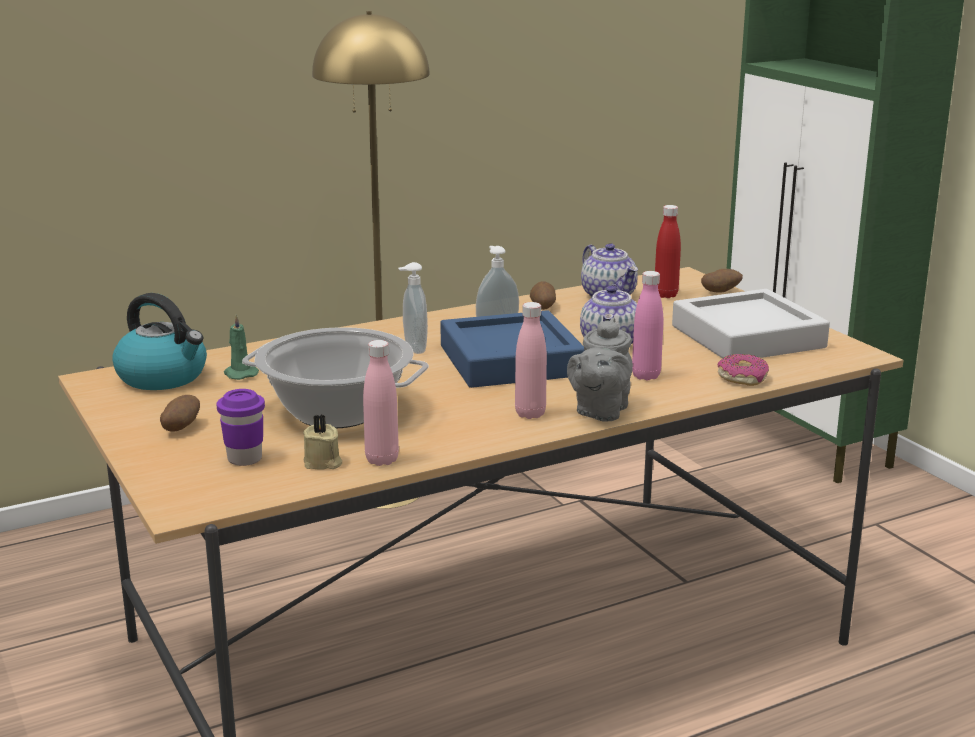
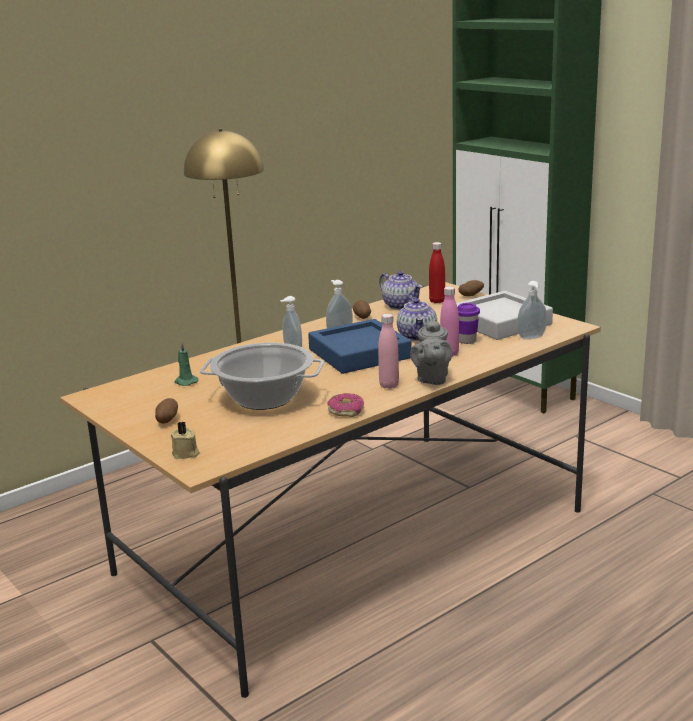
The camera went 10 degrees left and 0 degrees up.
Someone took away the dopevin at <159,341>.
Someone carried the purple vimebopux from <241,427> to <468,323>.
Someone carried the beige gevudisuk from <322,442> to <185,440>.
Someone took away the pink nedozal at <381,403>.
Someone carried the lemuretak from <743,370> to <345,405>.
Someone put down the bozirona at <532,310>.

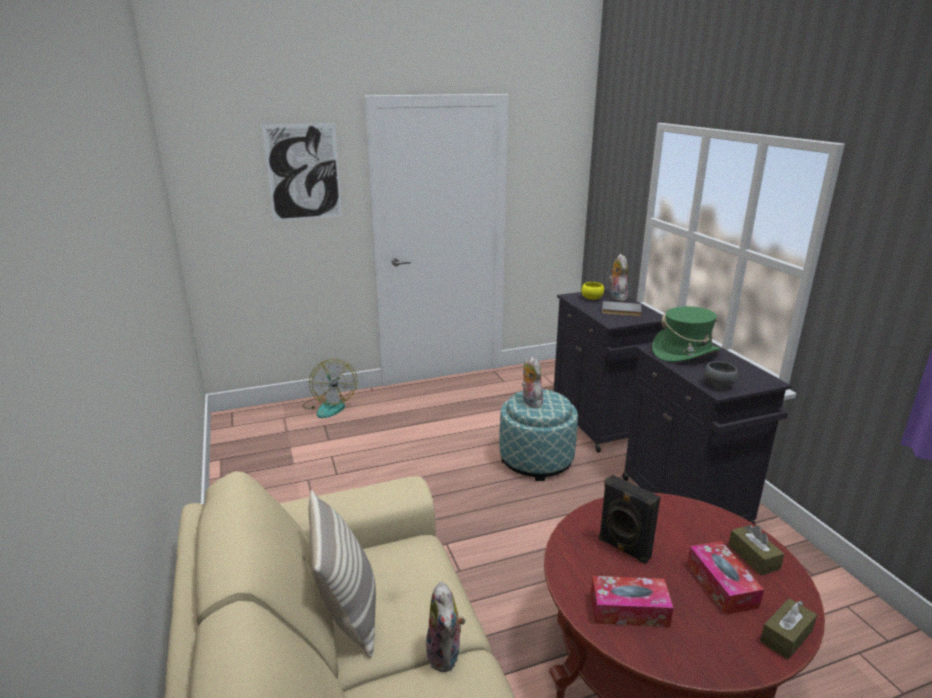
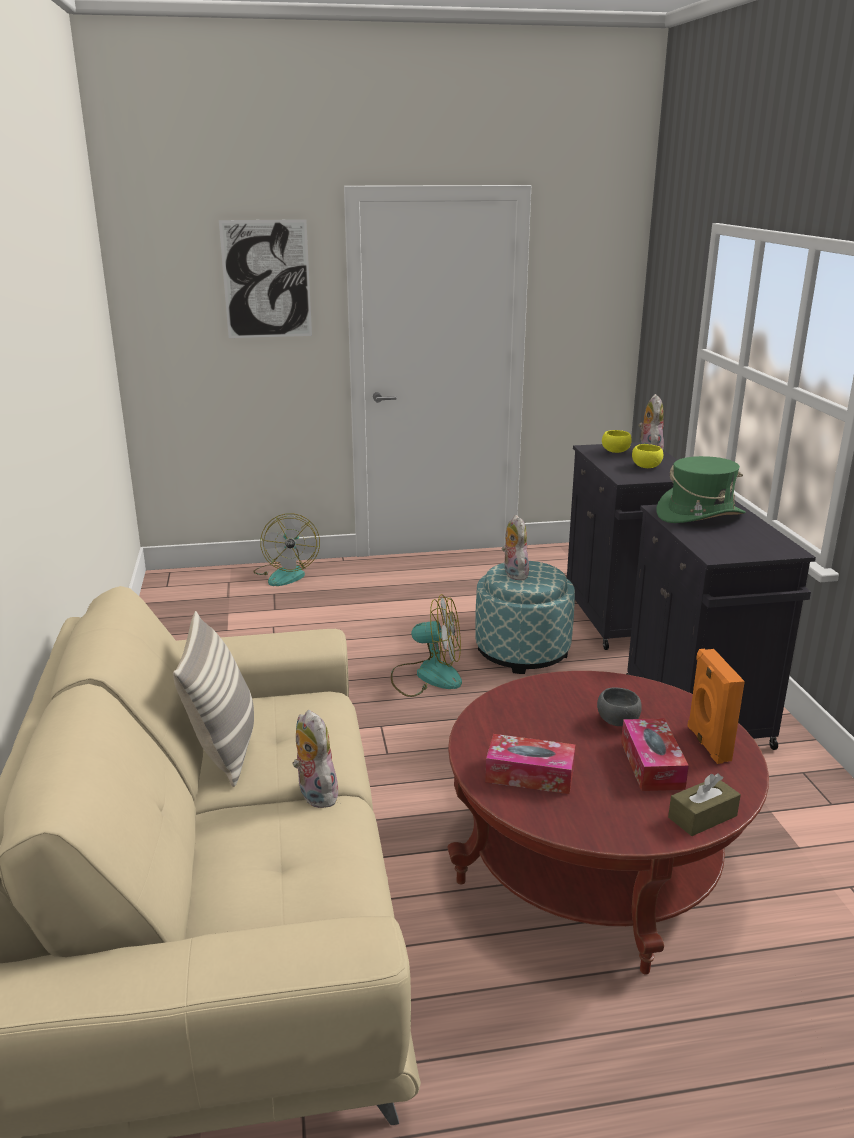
The camera went 10 degrees right and 0 degrees up.
Someone rotated the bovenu at <446,627> by 150 degrees clockwise.
Someone took away the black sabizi at <629,520>.
Someone swapped the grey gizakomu at <622,309> for the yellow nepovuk at <647,456>.
Someone carried the grey nepovuk from <721,375> to <619,707>.
Someone swapped the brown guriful at <756,550> for the orange sabizi at <716,706>.
Someone put down the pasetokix at <426,645>.

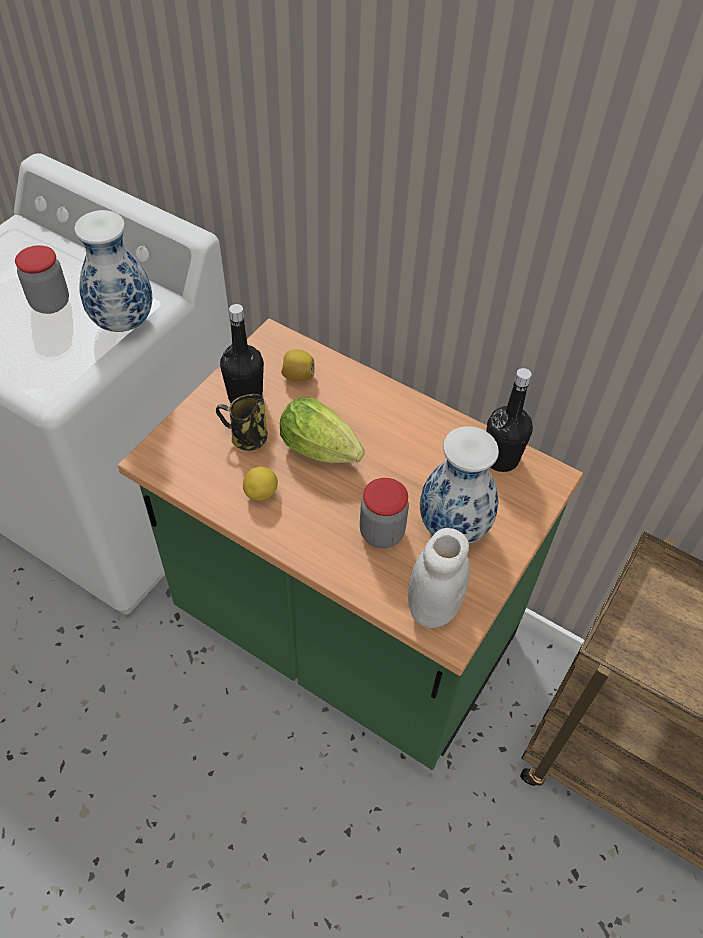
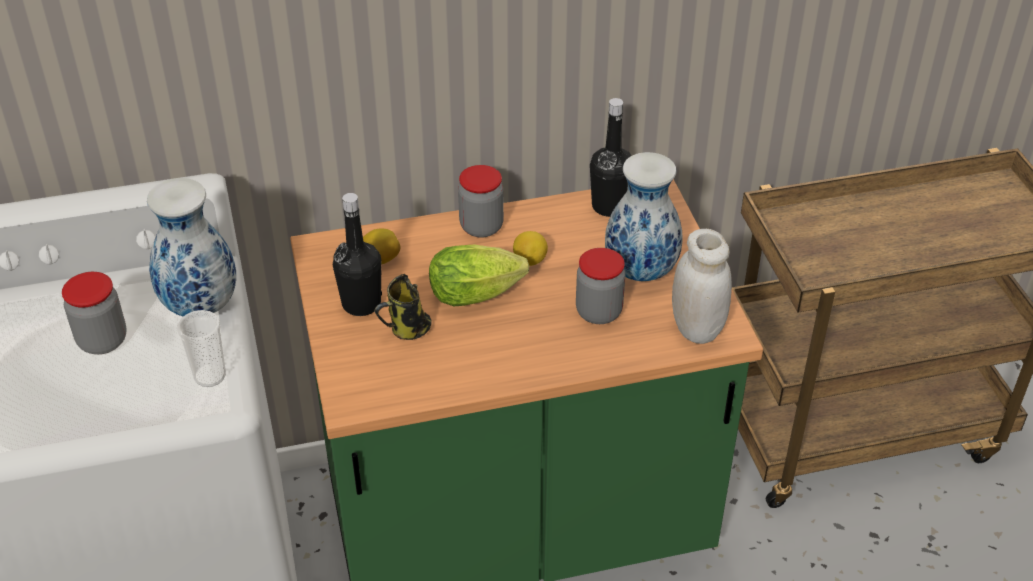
The camera went 45 degrees left and 10 degrees down.
Someone carried the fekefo from <260,484> to <530,248>.
Someone put down the vimebopux at <201,348>.
Someone put down the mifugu at <481,201>.

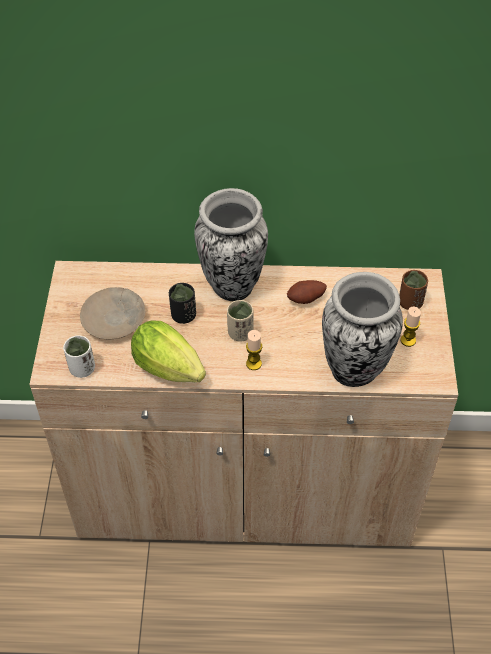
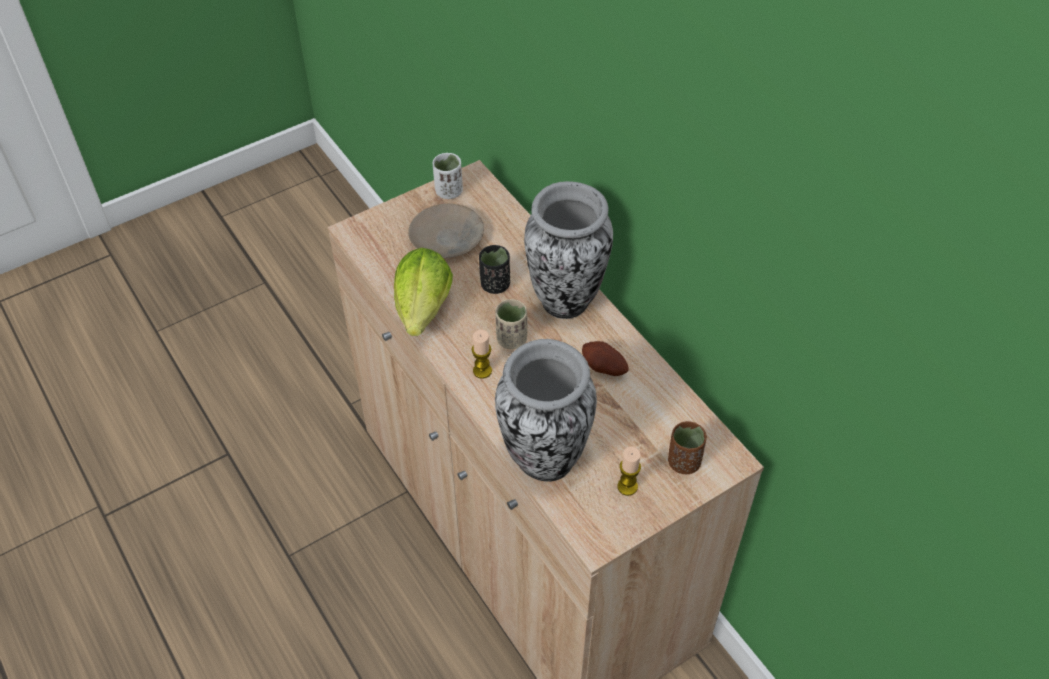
The camera went 55 degrees right and 0 degrees up.
Someone carried the white vimebopux from <79,356> to <448,176>.

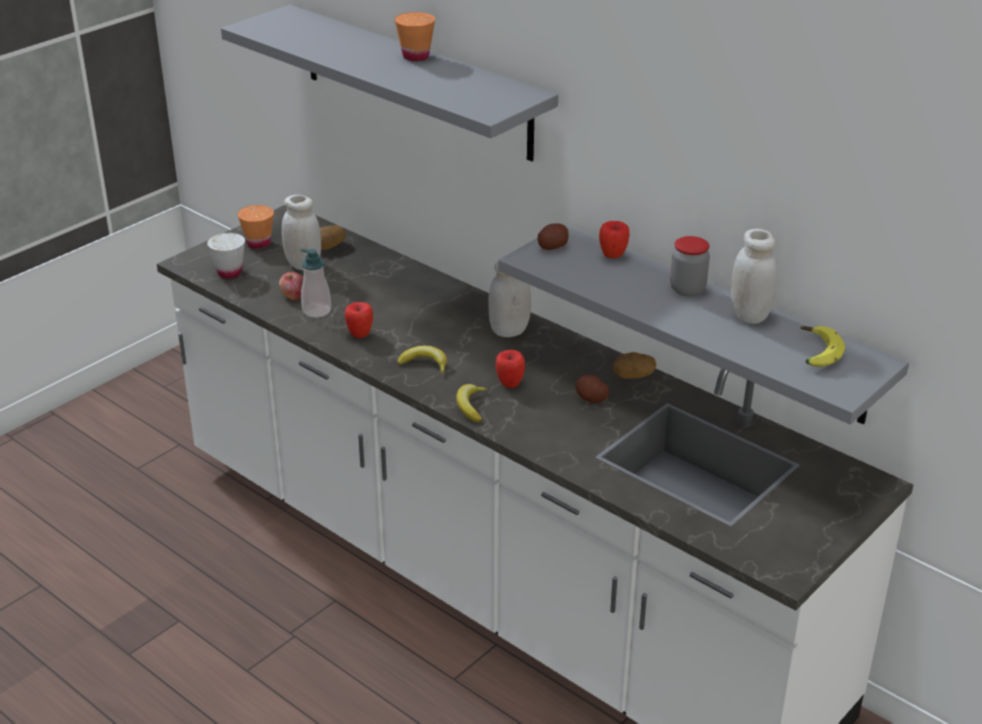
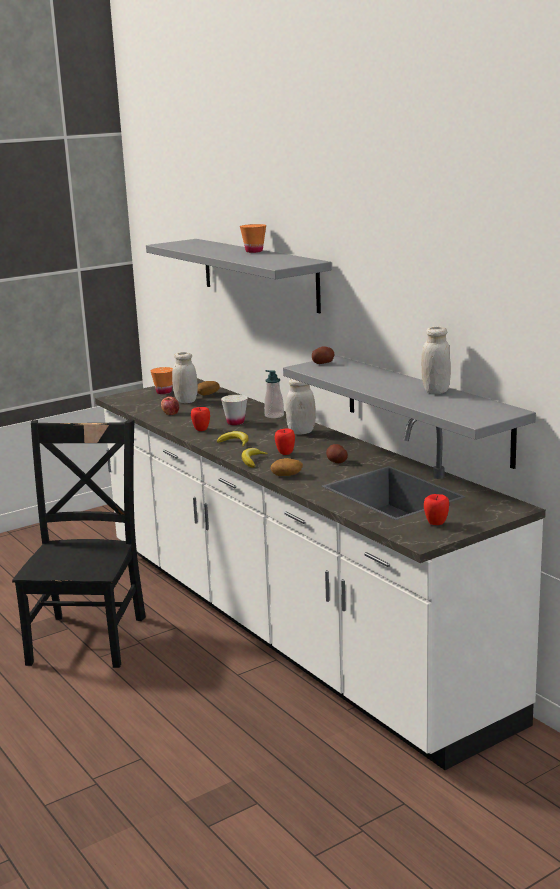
The camera went 15 degrees right and 15 degrees down.
Someone carried the white vimebopux from <226,255> to <234,410>.
Someone carried the bozirona from <316,283> to <274,394>.
Someone carried the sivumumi from <614,239> to <436,509>.
Someone carried the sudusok from <635,365> to <286,467>.
Someone took away the mifugu at <690,266>.
Someone took away the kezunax at <823,346>.
Someone put down the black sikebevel at <79,543>.

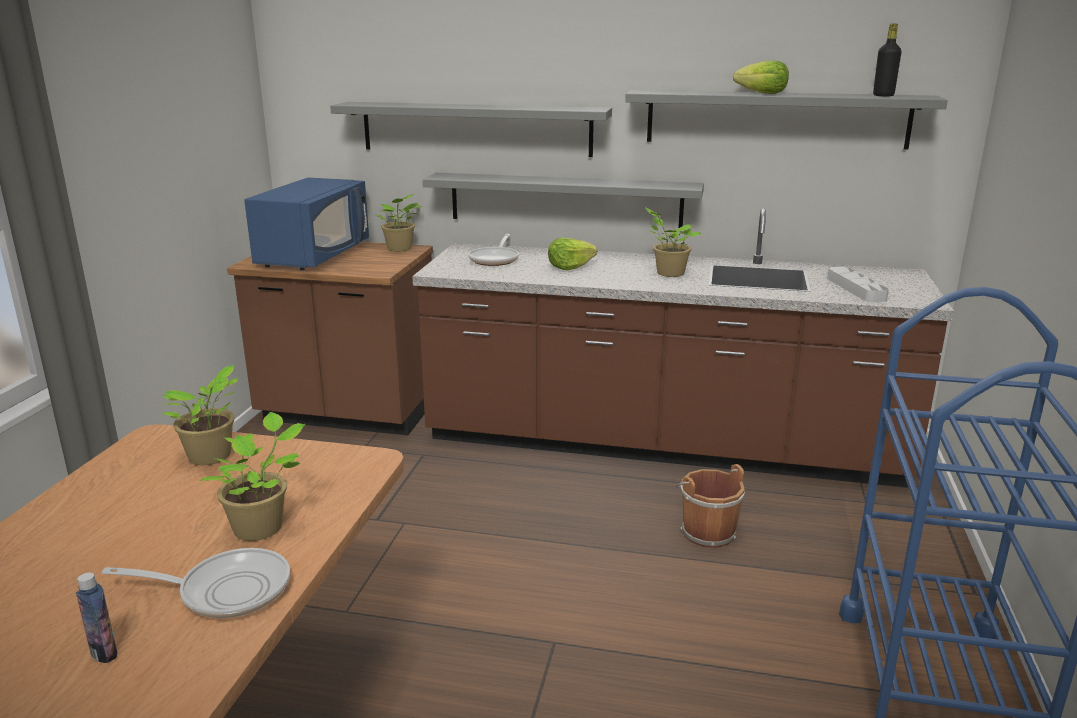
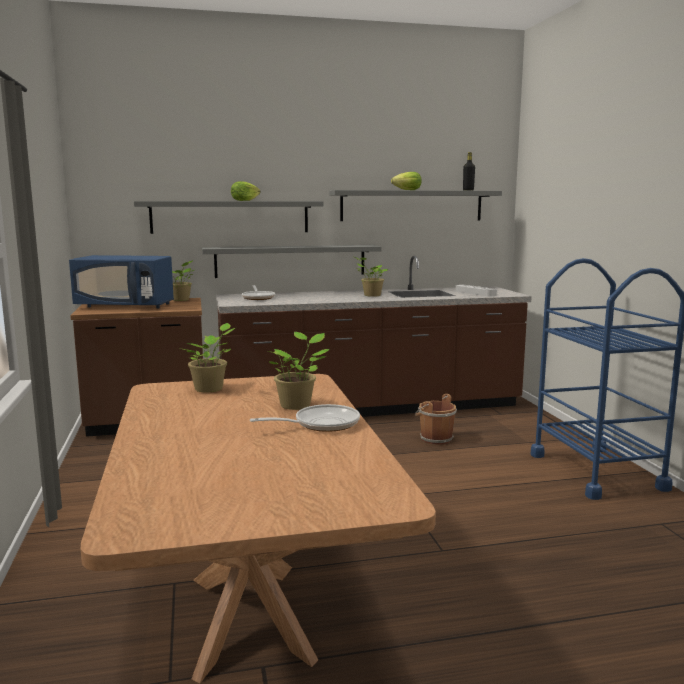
The camera went 25 degrees left and 10 degrees down.
Someone took away the nedozal at <96,617>.
Someone rotated the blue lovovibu at <306,224> by 105 degrees clockwise.
Someone carried the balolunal from <572,254> to <245,191>.

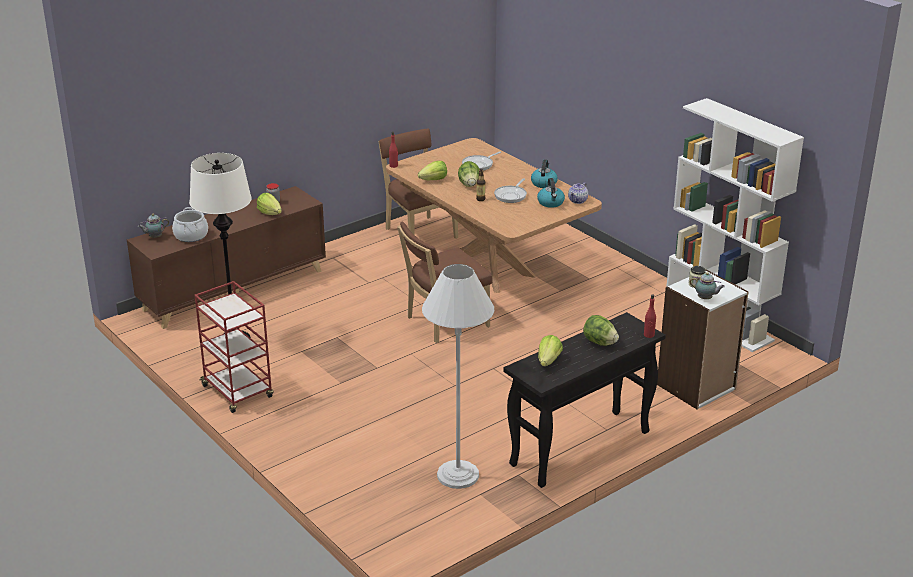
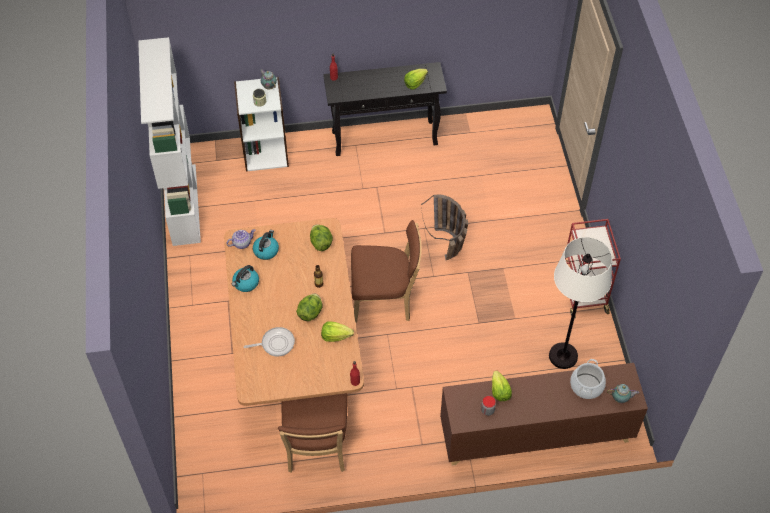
The camera went 150 degrees left and 25 degrees up.
Someone took away the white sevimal at <458,376>.
Someone took away the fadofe at <510,190>.
Someone carried the balolunal from <601,330> to <321,237>.
Someone put down the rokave at <444,227>.

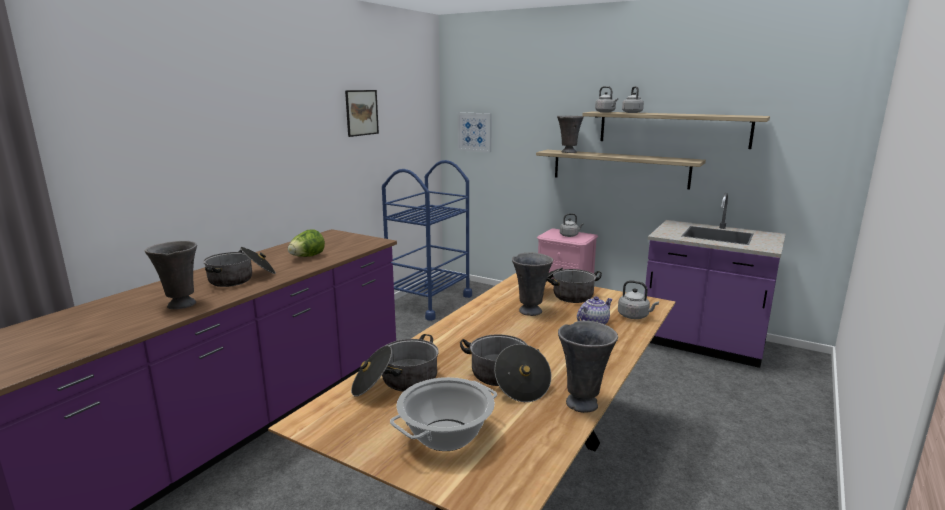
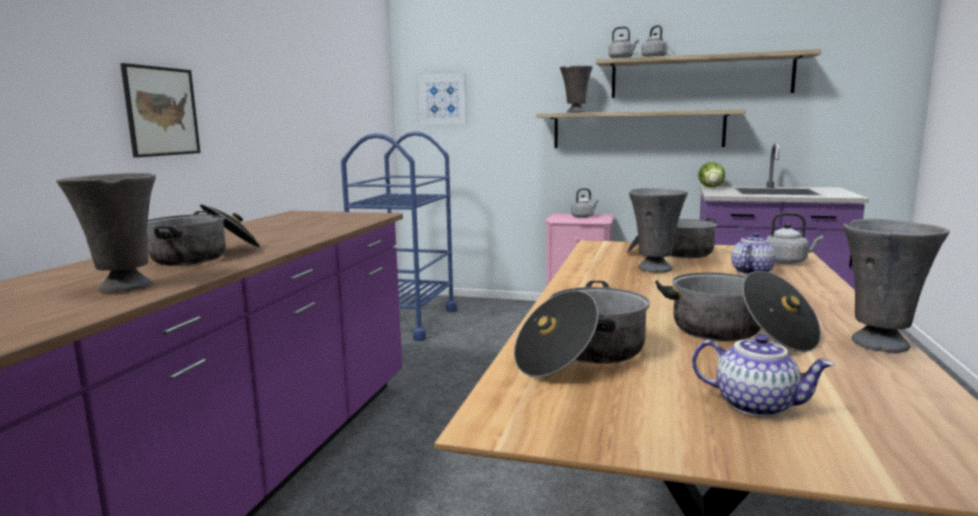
The camera went 15 degrees left and 5 degrees down.
Someone carried the balolunal from <306,243> to <711,174>.
Someone carried the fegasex from <362,113> to <160,110>.
Someone swapped the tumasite at <443,414> for the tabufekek at <763,375>.

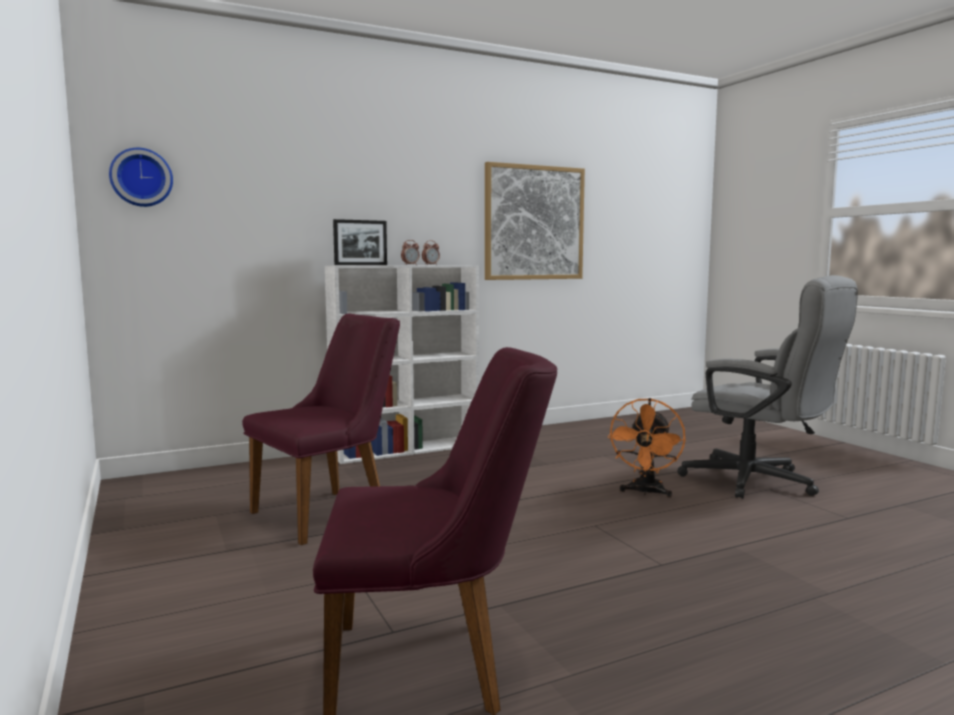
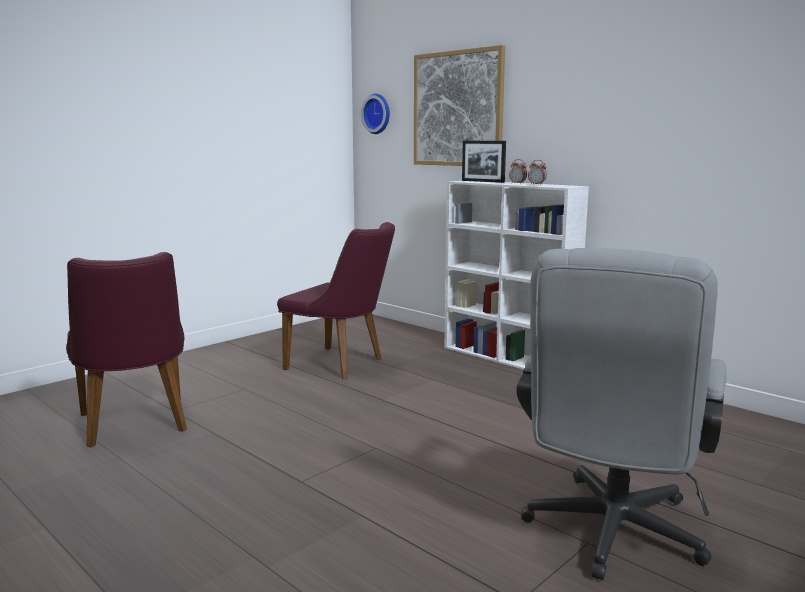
The camera went 70 degrees right and 5 degrees up.
Someone carried the fegasex from <535,221> to <459,105>.
Someone took away the orange pasetokix at <647,448>.

